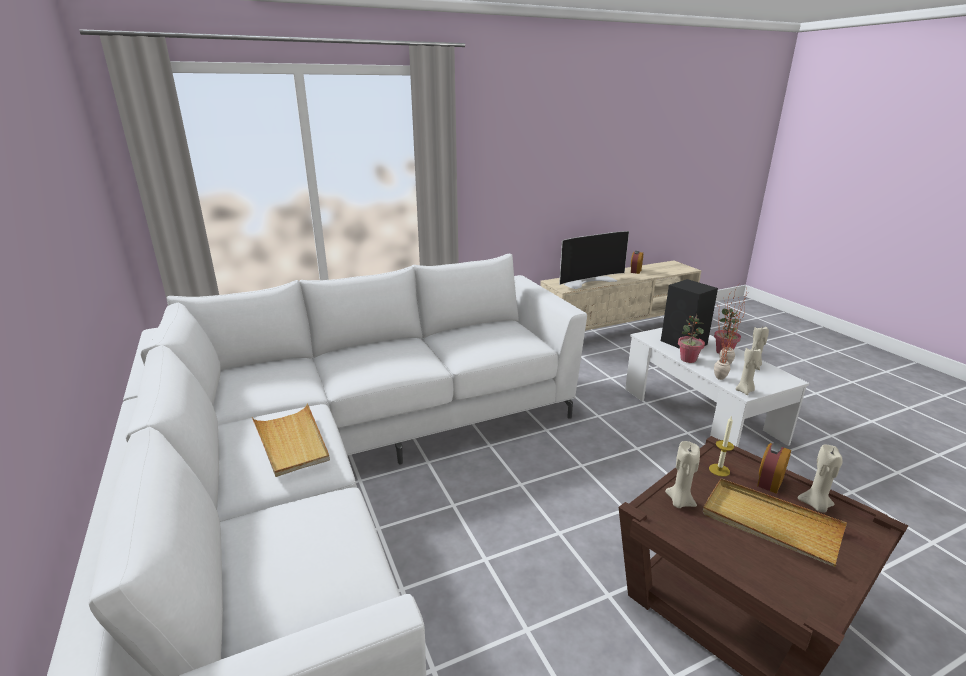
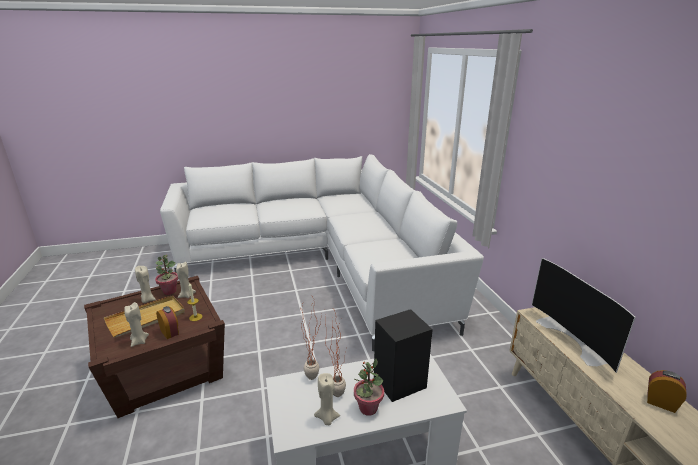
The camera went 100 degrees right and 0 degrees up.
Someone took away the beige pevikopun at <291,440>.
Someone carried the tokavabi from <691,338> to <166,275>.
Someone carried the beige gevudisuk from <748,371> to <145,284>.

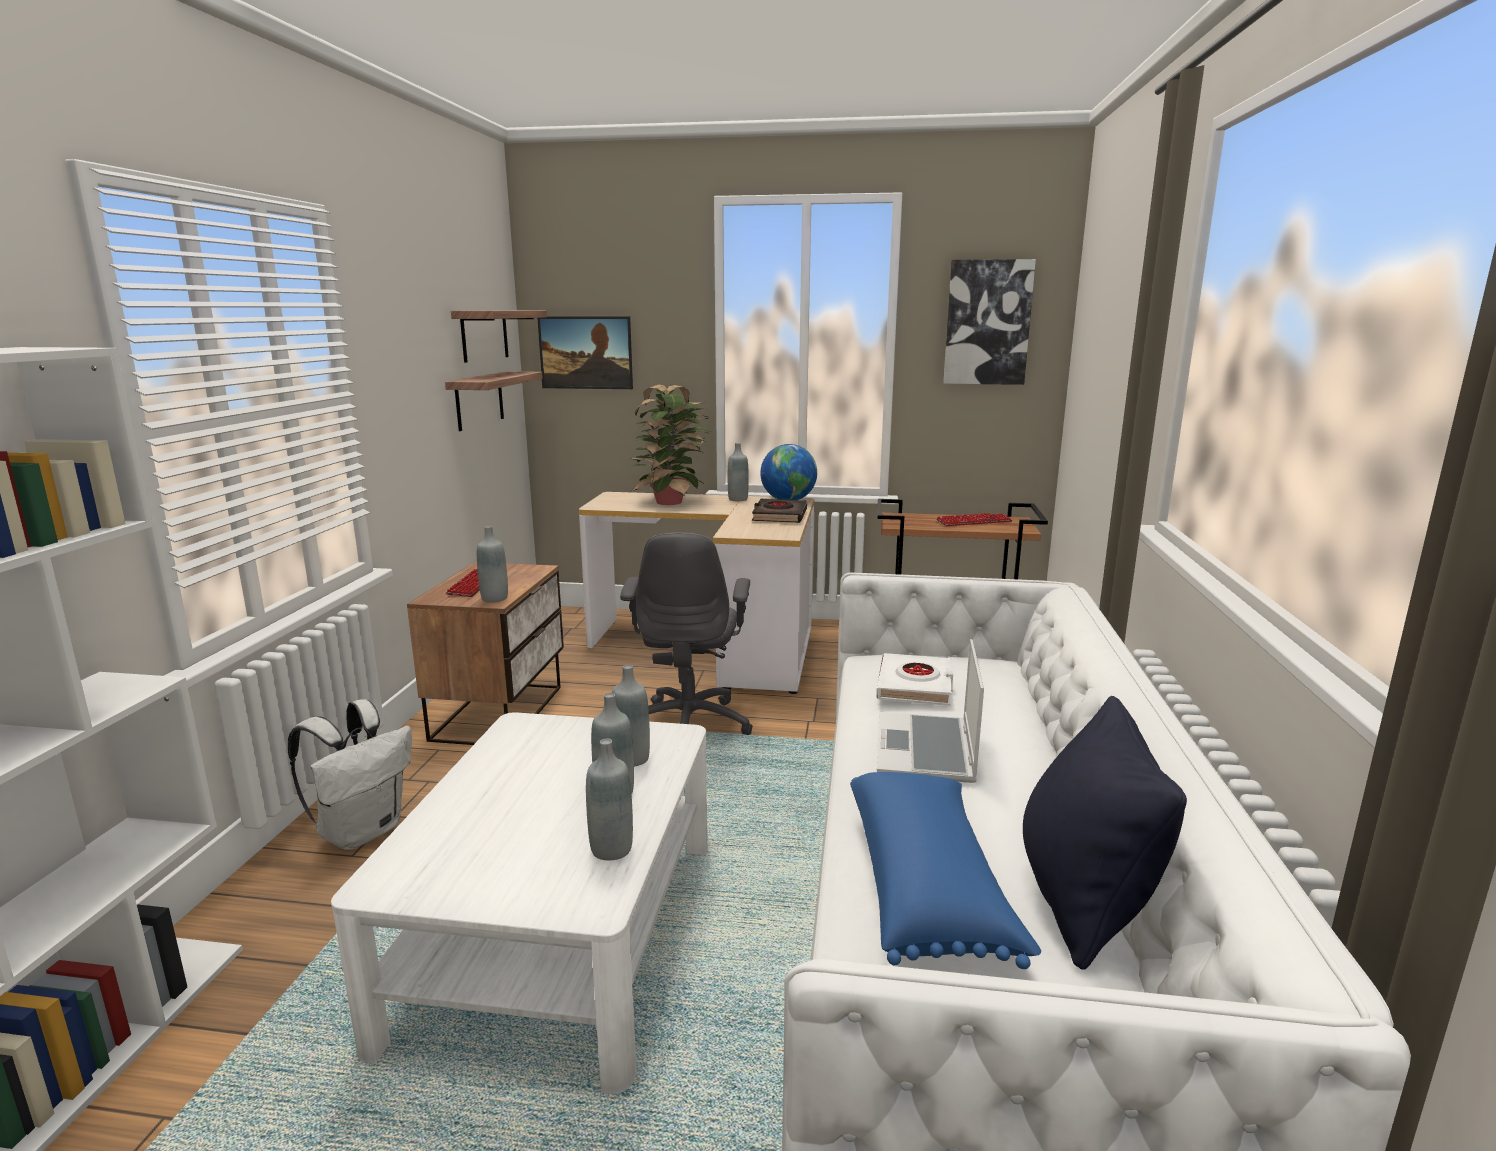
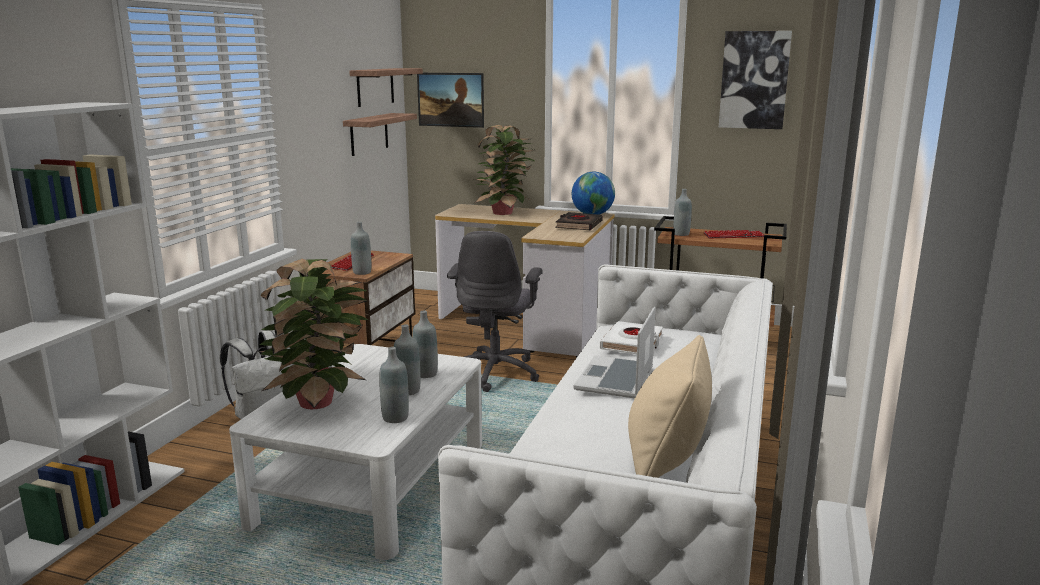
The camera went 10 degrees right and 0 degrees up.
Someone carried the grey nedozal from <738,472> to <683,212>.
Someone took away the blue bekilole at <945,870>.
Someone repainted the black bekilole at <1105,833>, which became the beige bekilole at <670,406>.
Someone put down the tokavabi at <313,333>.

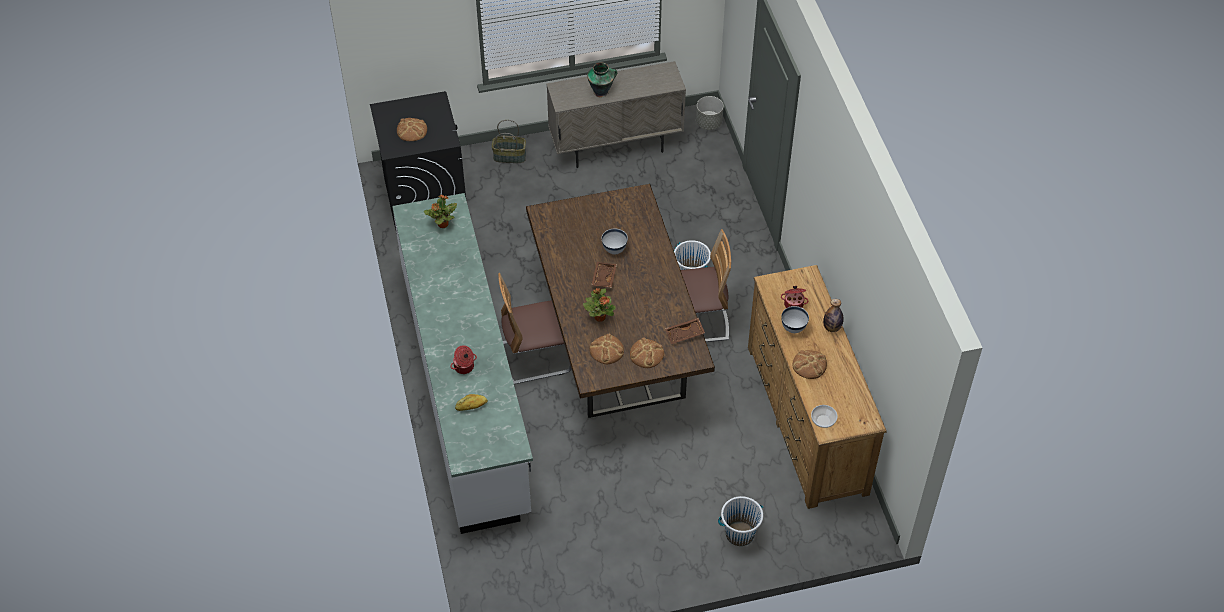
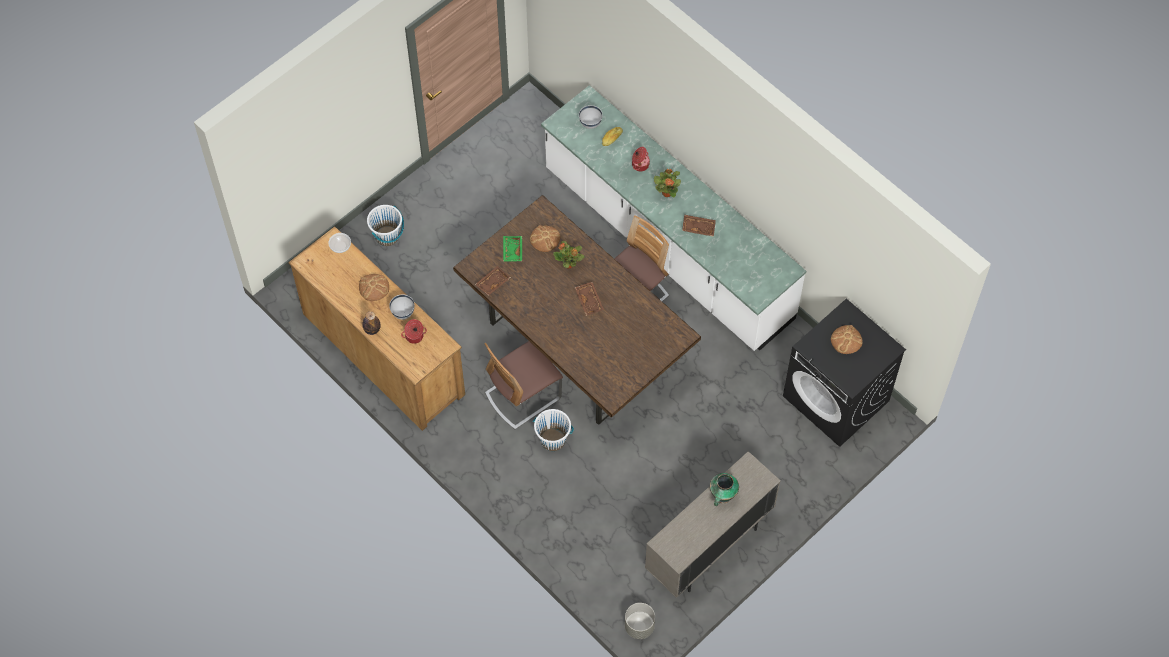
The camera went 150 degrees right and 10 degrees up.
Someone carried the tokavabi from <440,211> to <667,183>.
Someone took away the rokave at <509,141>.
Someone carried the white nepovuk from <614,241> to <590,117>.
Someone swapped the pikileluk at <647,353> for the green pevikopun at <512,249>.
Someone put down the brown pevikopun at <699,226>.

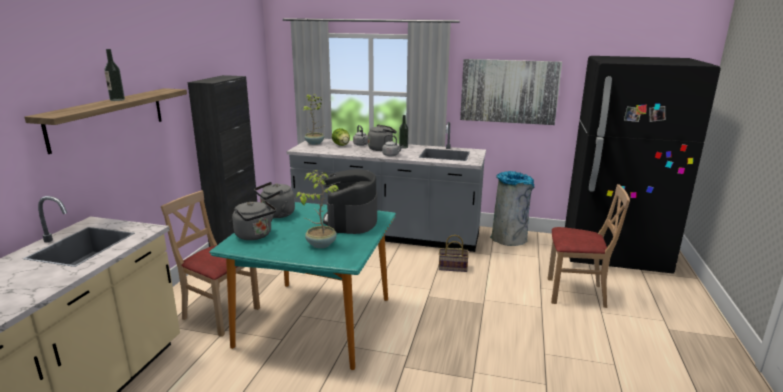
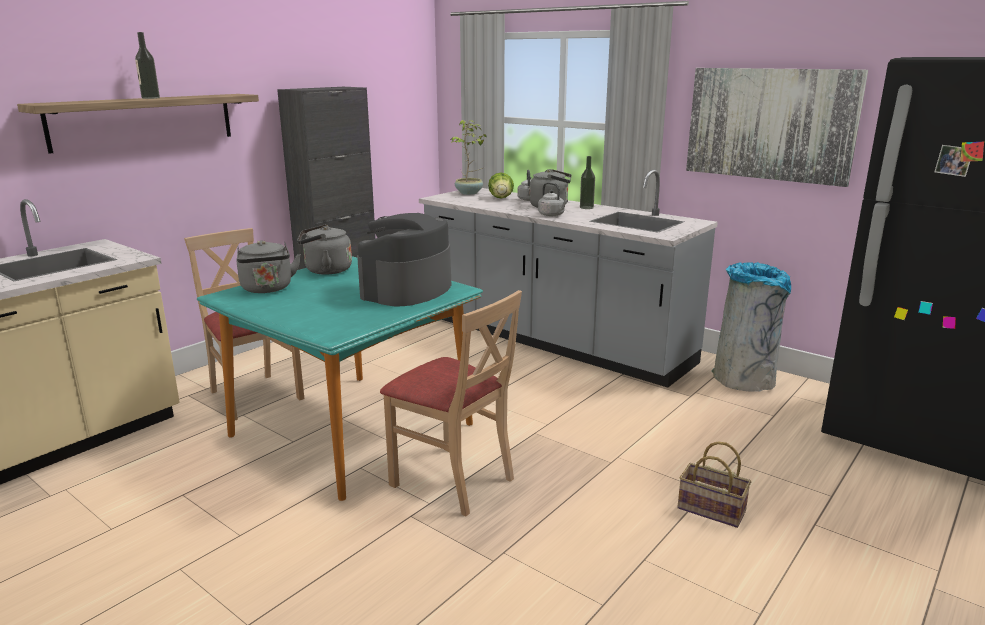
The camera went 25 degrees right and 0 degrees up.
Someone took away the tokavabi at <317,209>.
Someone carried the rokave from <454,253> to <714,484>.
Someone carried the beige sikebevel from <589,246> to <451,403>.

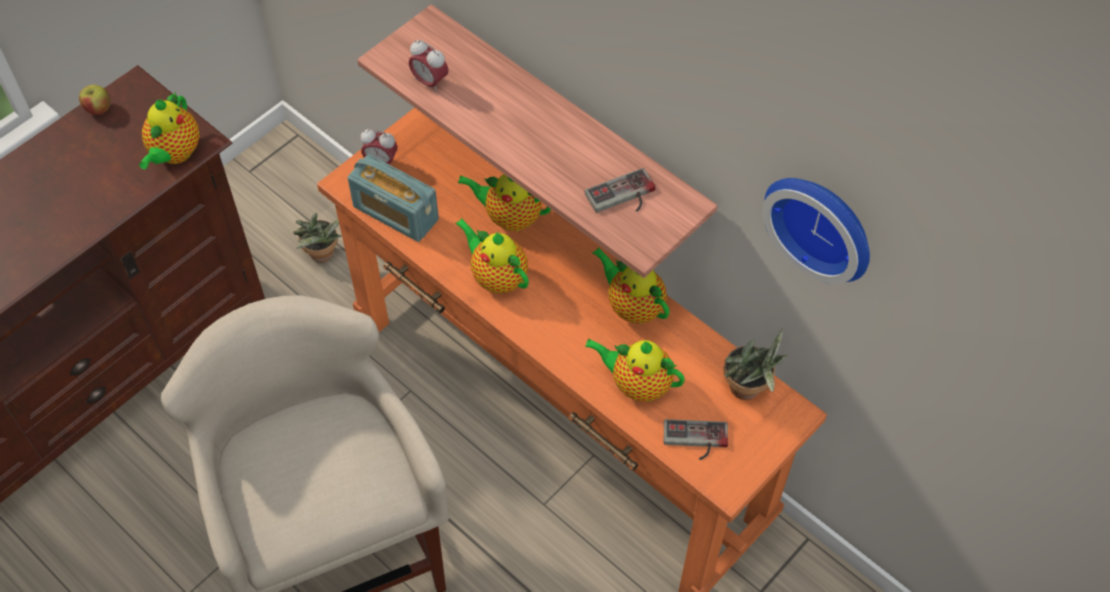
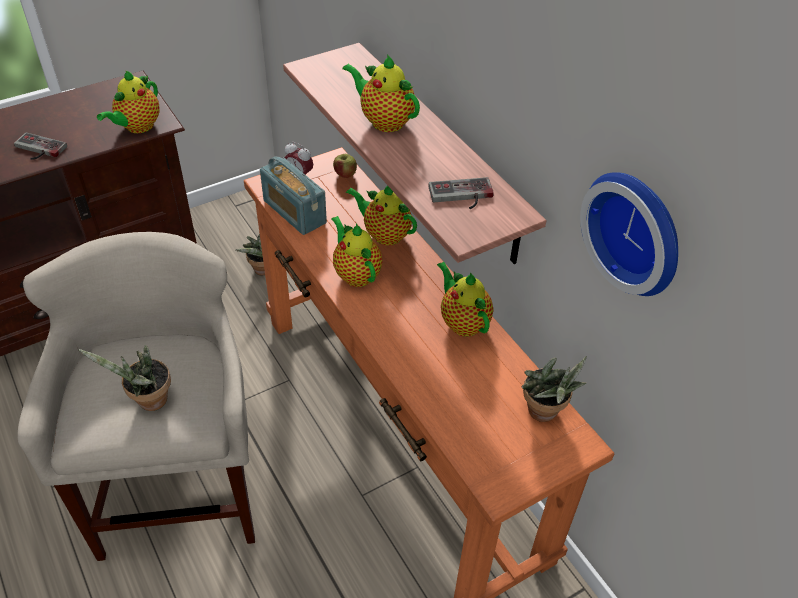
The camera went 15 degrees right and 10 degrees down.
Someone carried the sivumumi from <95,100> to <345,166>.
Someone took away the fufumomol at <429,66>.
Someone carried the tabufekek from <635,370> to <381,93>.
Someone carried the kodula from <696,439> to <40,146>.
Someone put down the tokavabi at <124,378>.

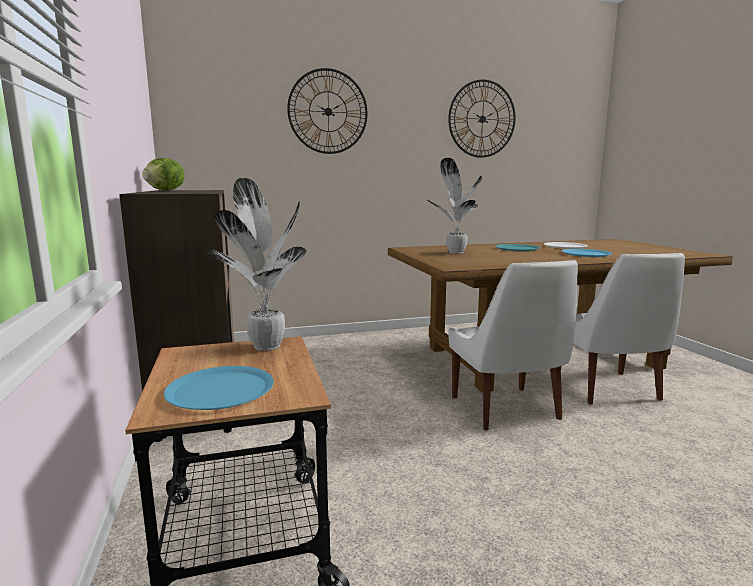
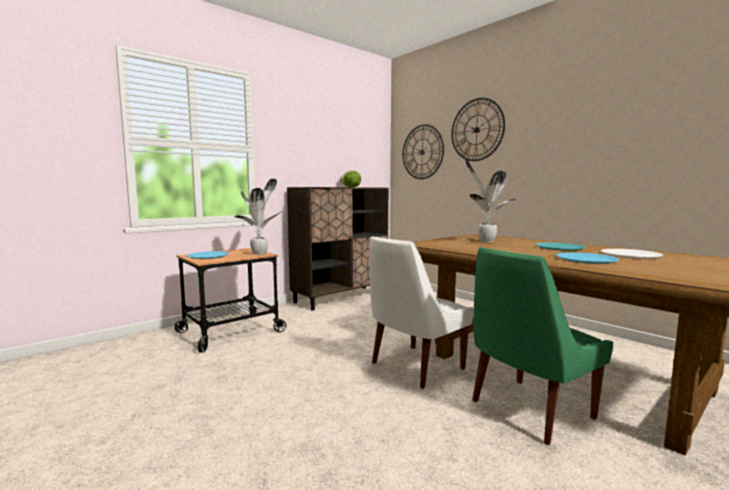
The camera went 65 degrees right and 5 degrees down.
Someone carried the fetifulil from <482,119> to <423,151>.
Someone repainted the white sikebevel at <629,329>, which became the green sikebevel at <543,346>.

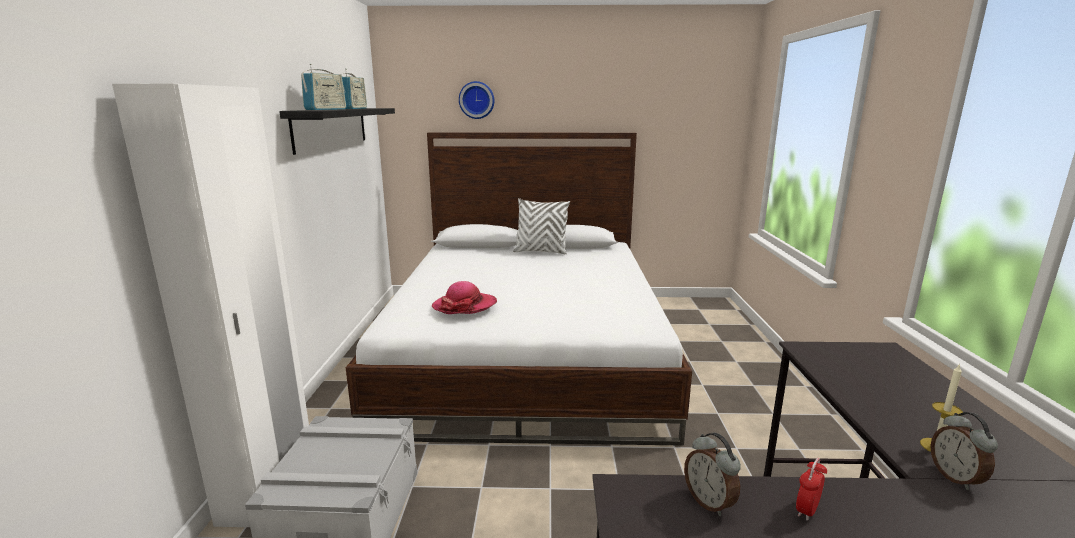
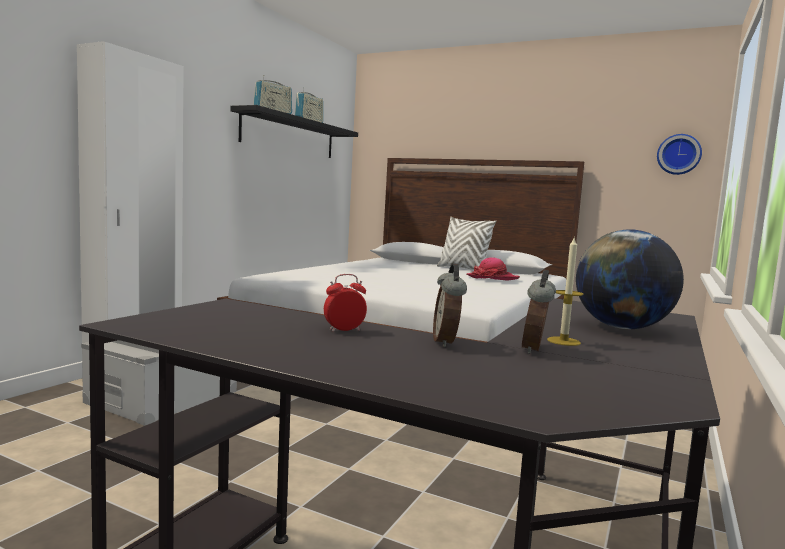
The camera went 25 degrees right and 10 degrees down.
Someone carried the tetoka from <464,297> to <493,269>.
Someone carried the fetifulil from <477,100> to <679,154>.
Someone carried the fufumomol from <712,474> to <450,305>.
Someone put down the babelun at <630,279>.

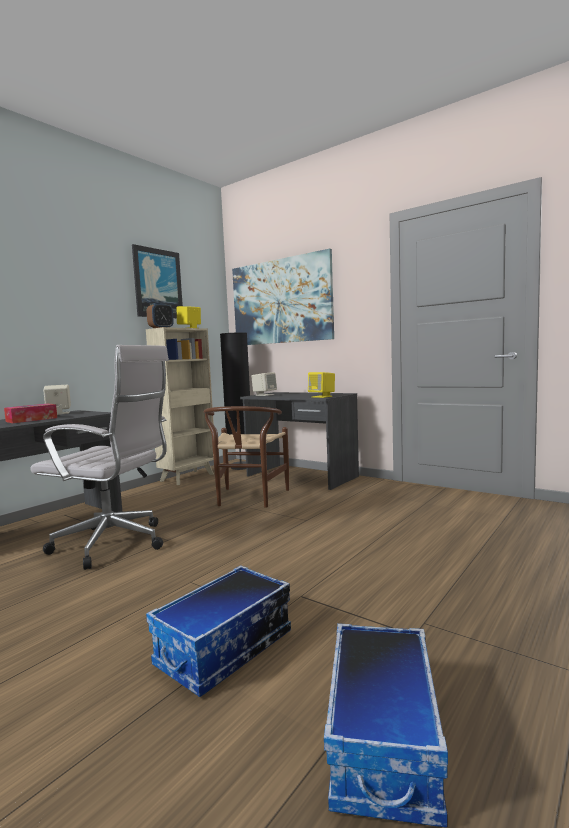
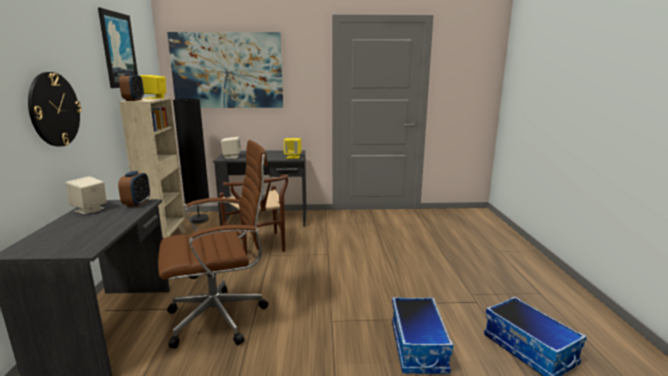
The camera went 40 degrees left and 10 degrees up.
Someone took away the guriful at <30,413>.
Someone repainted the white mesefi at <99,457>, which became the brown mesefi at <213,244>.
Someone put up the fetifulil at <55,109>.
Someone put down the fufumomol at <134,189>.

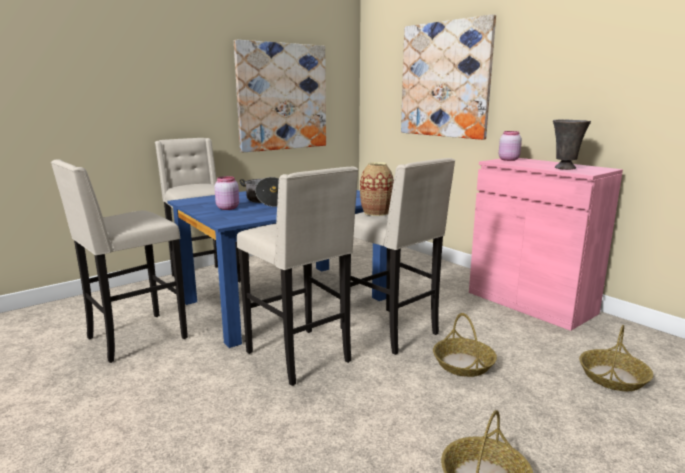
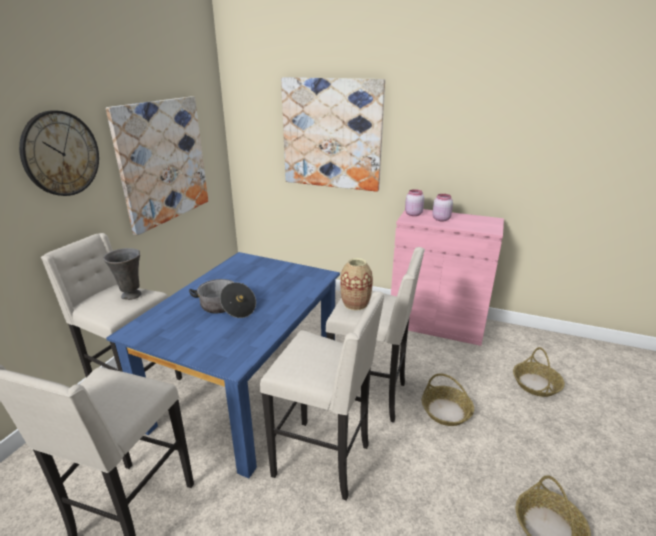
The camera went 30 degrees left and 10 degrees up.
Someone carried the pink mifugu from <226,193> to <442,207>.
Someone carried the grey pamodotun from <572,144> to <122,274>.
Someone put up the fetifulil at <59,153>.

